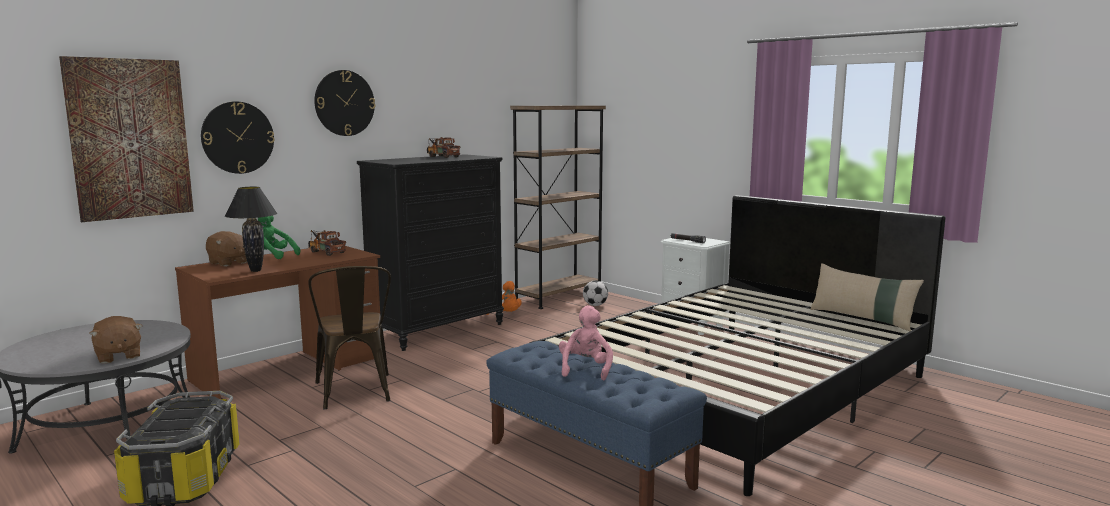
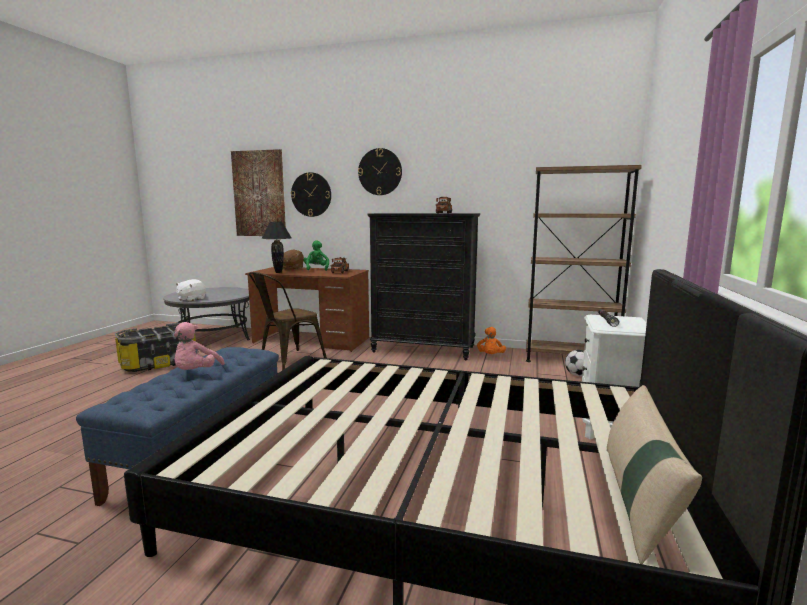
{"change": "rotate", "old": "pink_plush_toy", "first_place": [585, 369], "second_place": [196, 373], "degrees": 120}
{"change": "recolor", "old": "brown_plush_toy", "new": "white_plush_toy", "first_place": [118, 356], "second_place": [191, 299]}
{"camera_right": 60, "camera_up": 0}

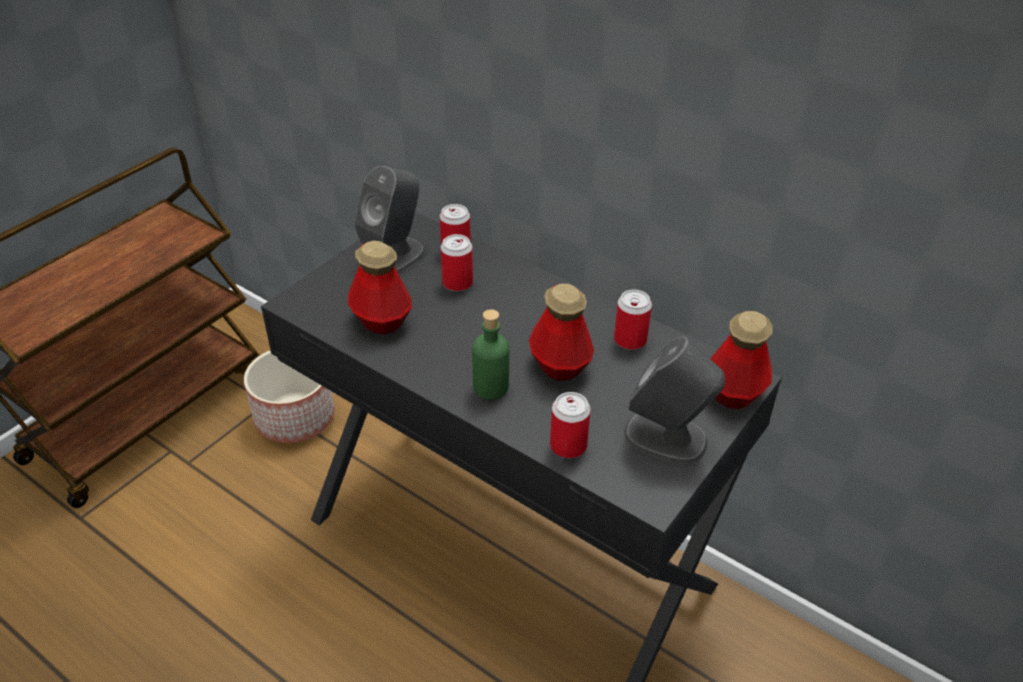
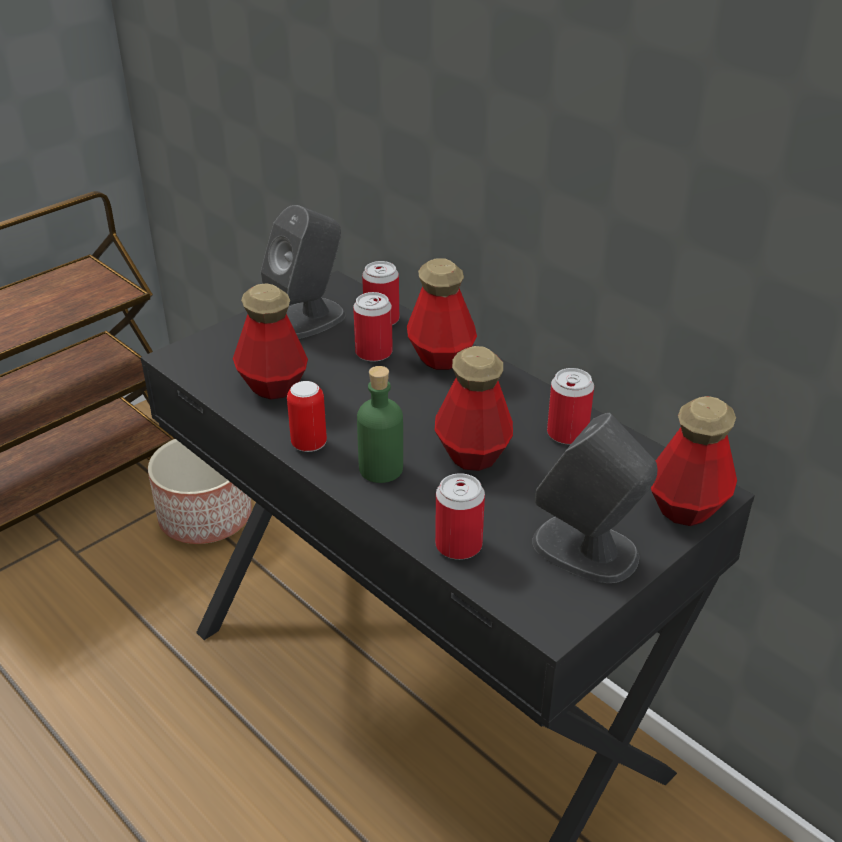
{"change": "insert", "new": "bottle", "second_place": [441, 357]}
{"change": "insert", "new": "can", "second_place": [309, 444]}
{"camera_right": 10, "camera_up": -5}

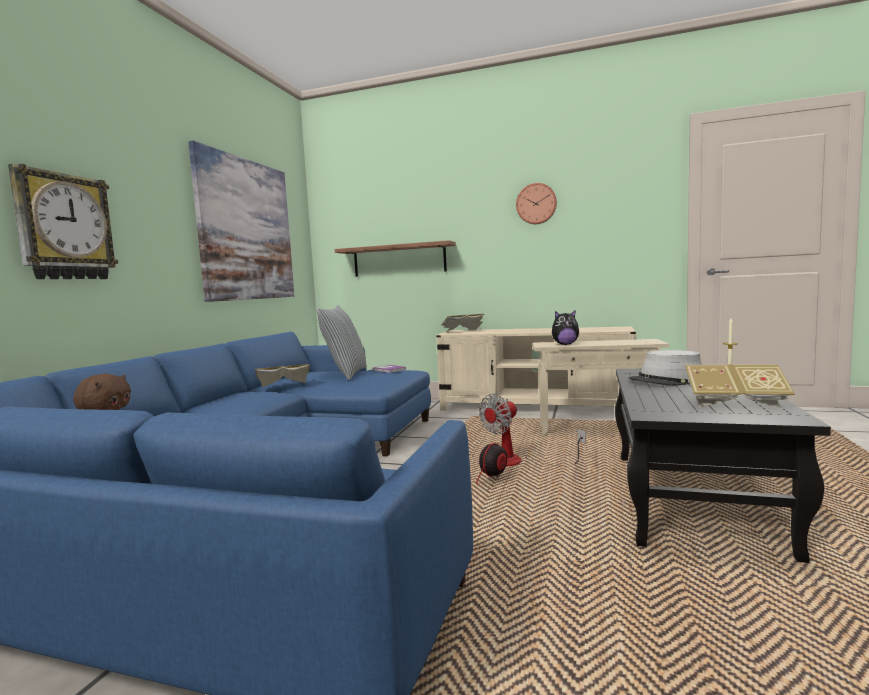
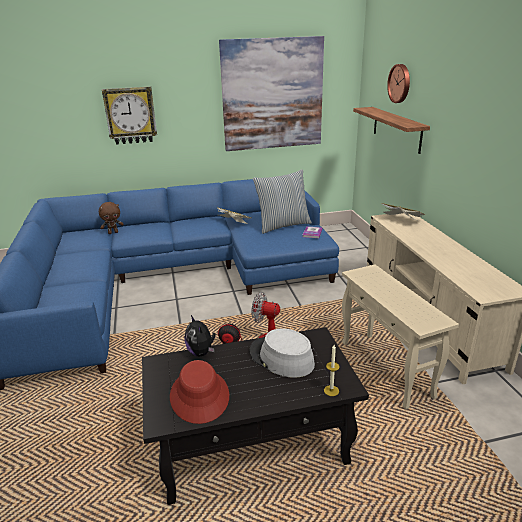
{"change": "move", "old": "wall_clock", "first_place": [536, 204], "second_place": [400, 83]}
{"change": "move", "old": "plush_toy", "first_place": [565, 344], "second_place": [201, 352]}
{"change": "replace", "old": "book", "new": "red_hat", "first_place": [734, 404], "second_place": [200, 396]}
{"camera_right": 60, "camera_up": 20}

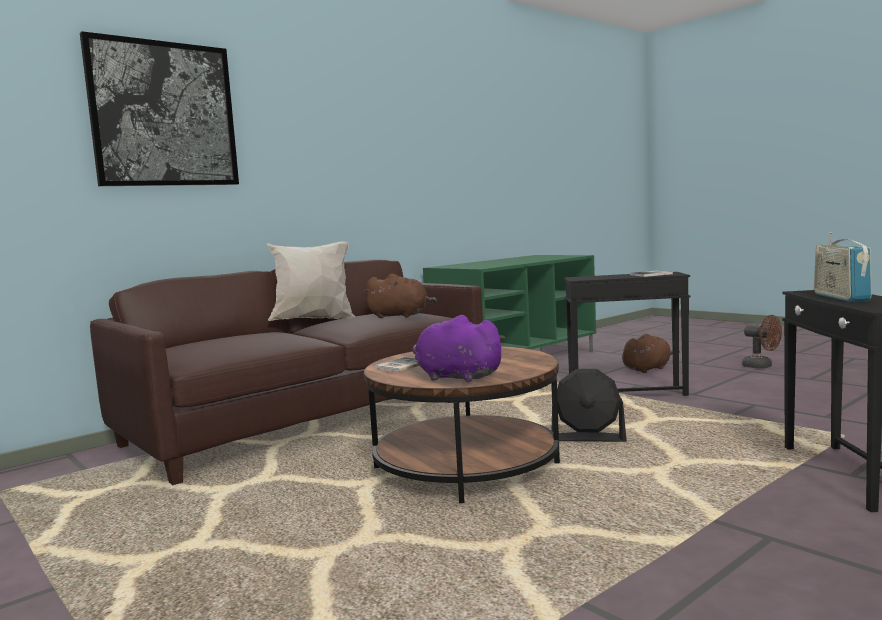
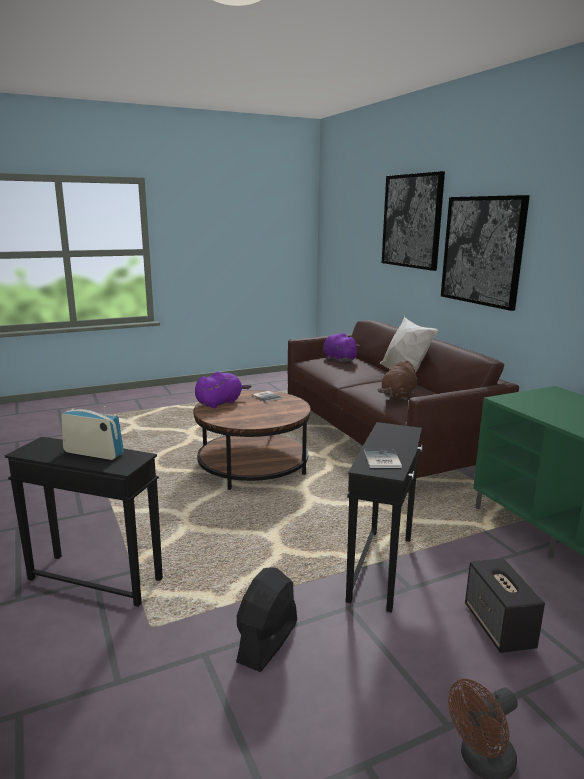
{"change": "replace", "old": "brown_plush_toy", "new": "speaker", "first_place": [647, 369], "second_place": [499, 627]}
{"change": "move", "old": "black_fan", "first_place": [588, 439], "second_place": [267, 642]}
{"change": "insert", "new": "picture", "second_place": [482, 250]}
{"change": "insert", "new": "purple_plush_toy", "second_place": [338, 359]}
{"camera_right": 105, "camera_up": 10}

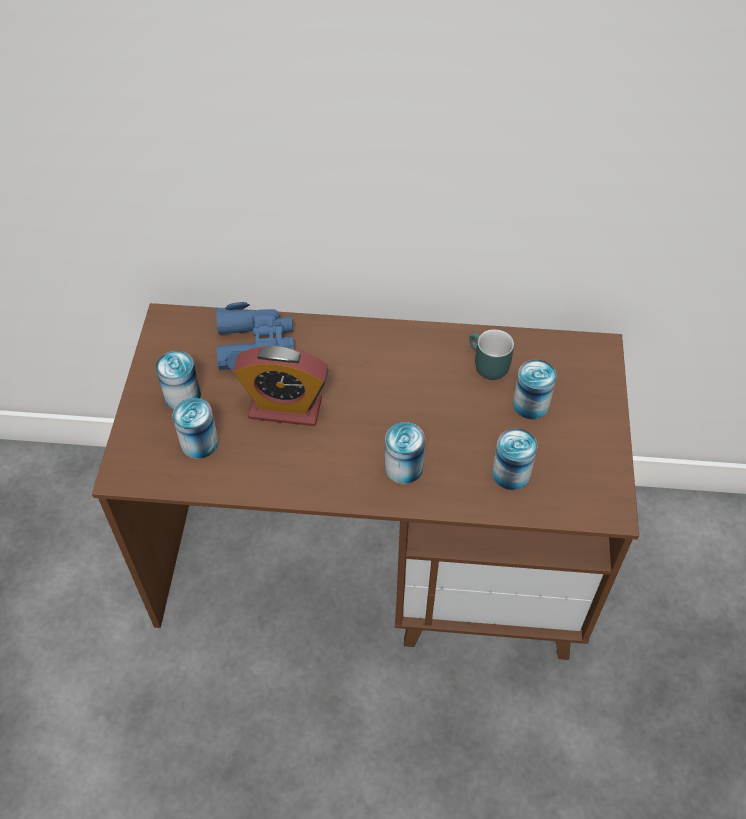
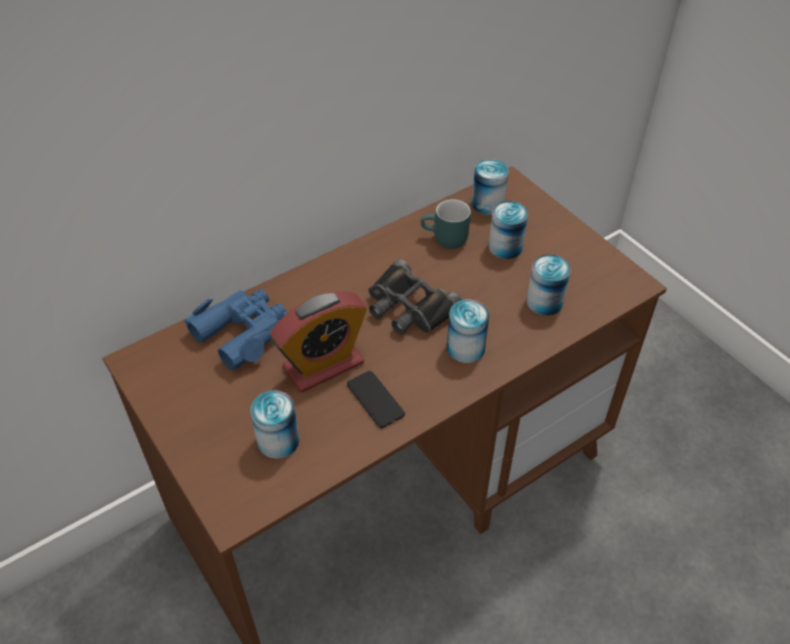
{"change": "move", "old": "can", "first_place": [182, 395], "second_place": [487, 204]}
{"change": "insert", "new": "black_binoculars", "second_place": [409, 307]}
{"change": "insert", "new": "phone", "second_place": [375, 399]}
{"camera_right": -40, "camera_up": -5}

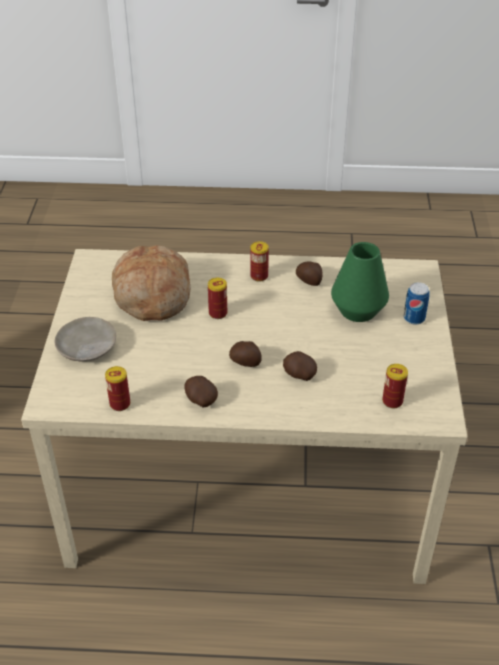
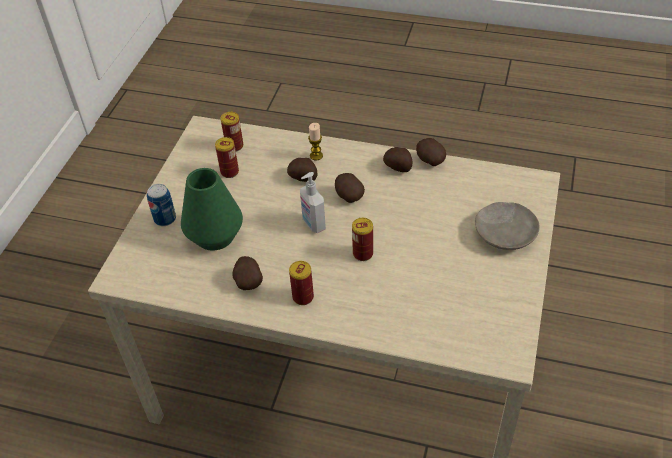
{"change": "delete", "old": "bread", "first_place": [151, 295]}
{"change": "move", "old": "can", "first_place": [120, 404], "second_place": [229, 172]}
{"change": "insert", "new": "candle", "second_place": [316, 156]}
{"change": "insert", "new": "potato", "second_place": [429, 160]}
{"change": "insert", "new": "soap_dispenser", "second_place": [313, 224]}
{"camera_right": -165, "camera_up": 5}

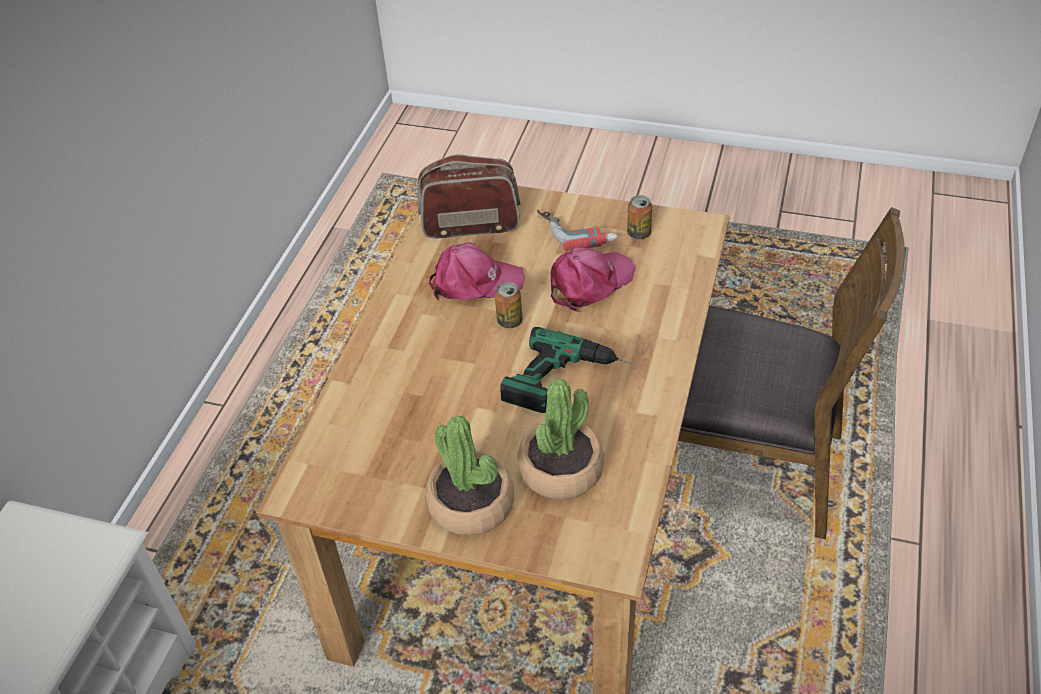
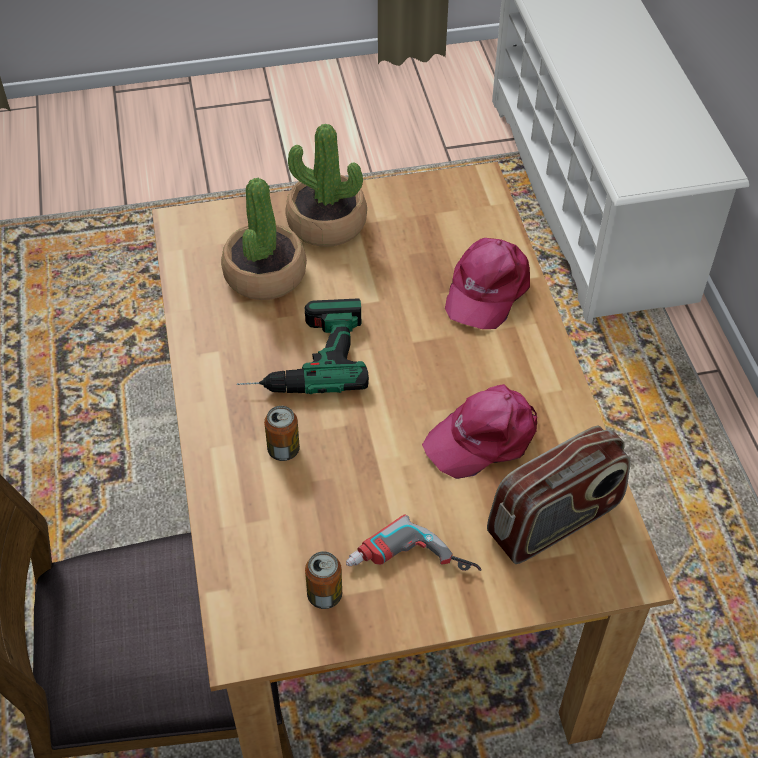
{"change": "move", "old": "pink_cap", "first_place": [589, 283], "second_place": [486, 289]}
{"change": "move", "old": "can", "first_place": [509, 321], "second_place": [283, 450]}
{"camera_right": 150, "camera_up": 5}

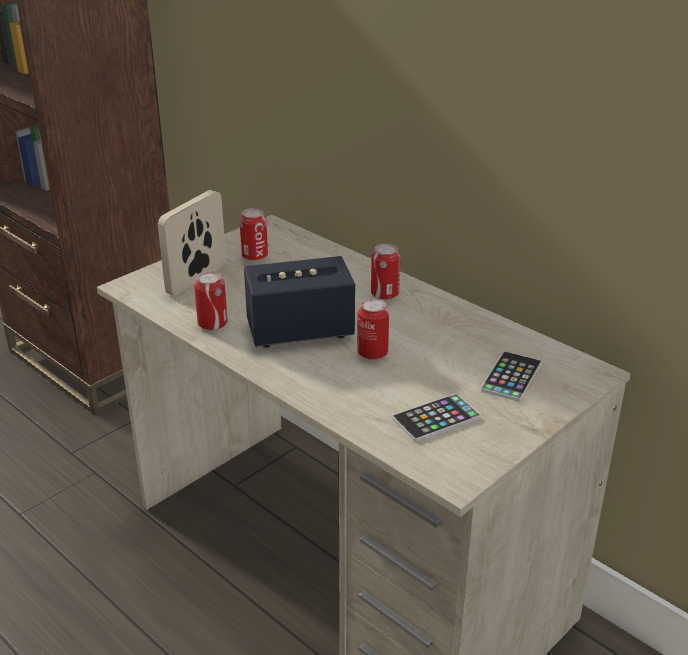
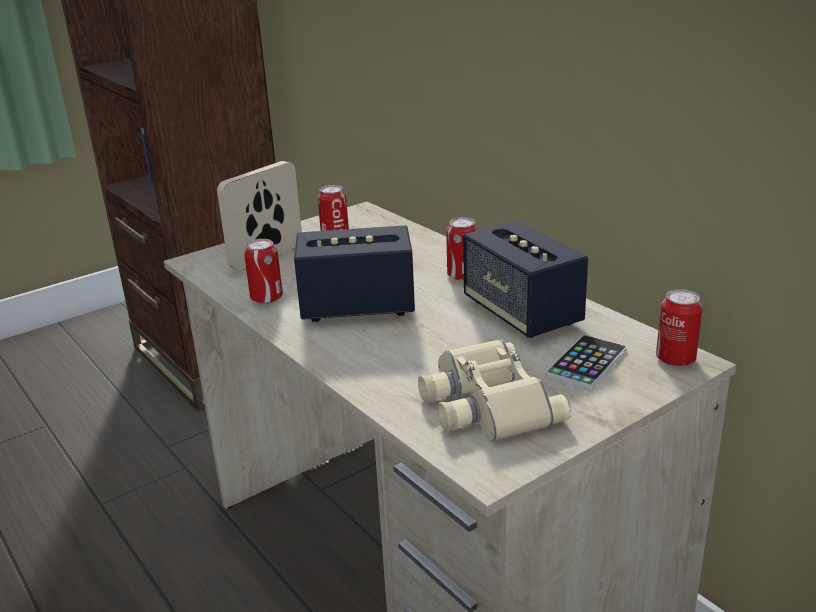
{"change": "move", "old": "can", "first_place": [372, 353], "second_place": [675, 359]}
{"change": "replace", "old": "phone", "new": "beige_binoculars", "first_place": [436, 418], "second_place": [484, 402]}
{"change": "insert", "new": "speaker", "second_place": [522, 313]}
{"camera_right": 10, "camera_up": -5}

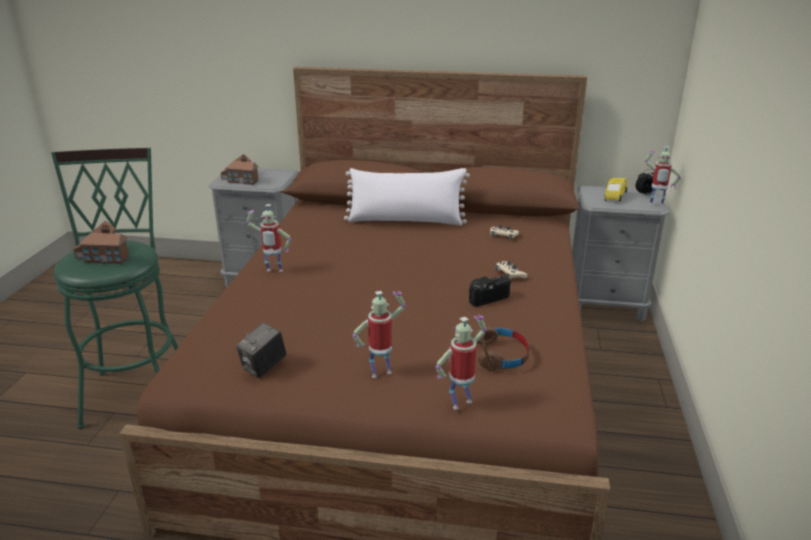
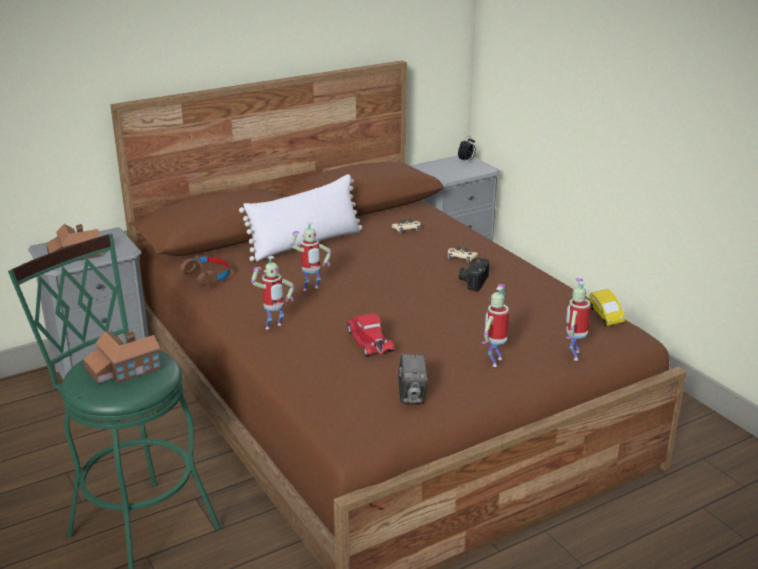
{"change": "move", "old": "toy_robot", "first_place": [655, 205], "second_place": [311, 290]}
{"change": "move", "old": "yellow_toy_car", "first_place": [614, 197], "second_place": [605, 317]}
{"change": "move", "old": "brown_headphones", "first_place": [501, 355], "second_place": [207, 276]}
{"change": "insert", "new": "red_toy_car", "second_place": [369, 340]}
{"camera_right": -40, "camera_up": 0}

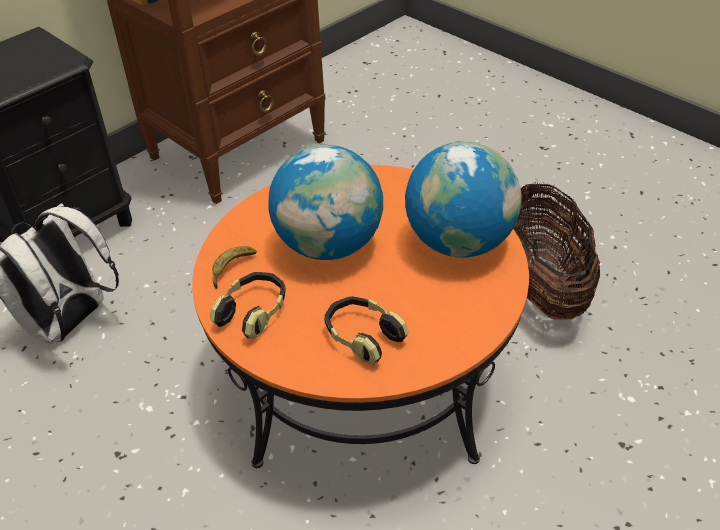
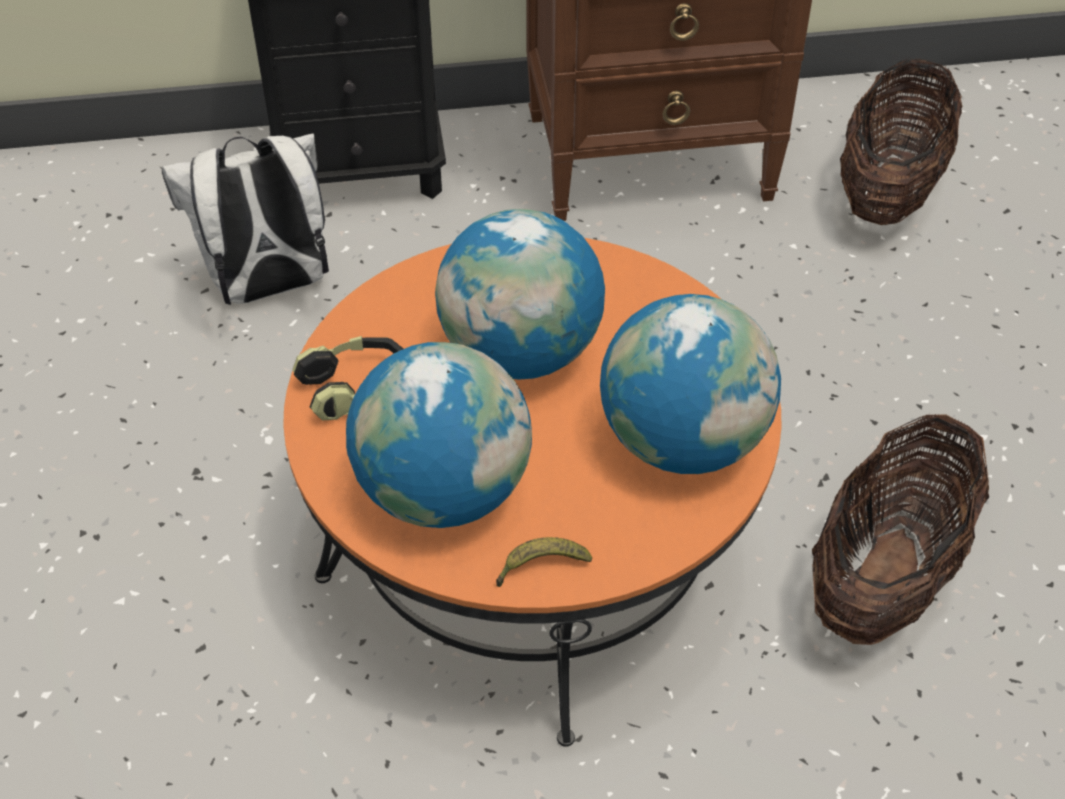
{"change": "move", "old": "banana", "first_place": [231, 269], "second_place": [540, 567]}
{"change": "replace", "old": "headphones", "new": "globe", "first_place": [363, 337], "second_place": [444, 492]}
{"change": "insert", "new": "basket", "second_place": [888, 191]}
{"camera_right": 35, "camera_up": 5}

